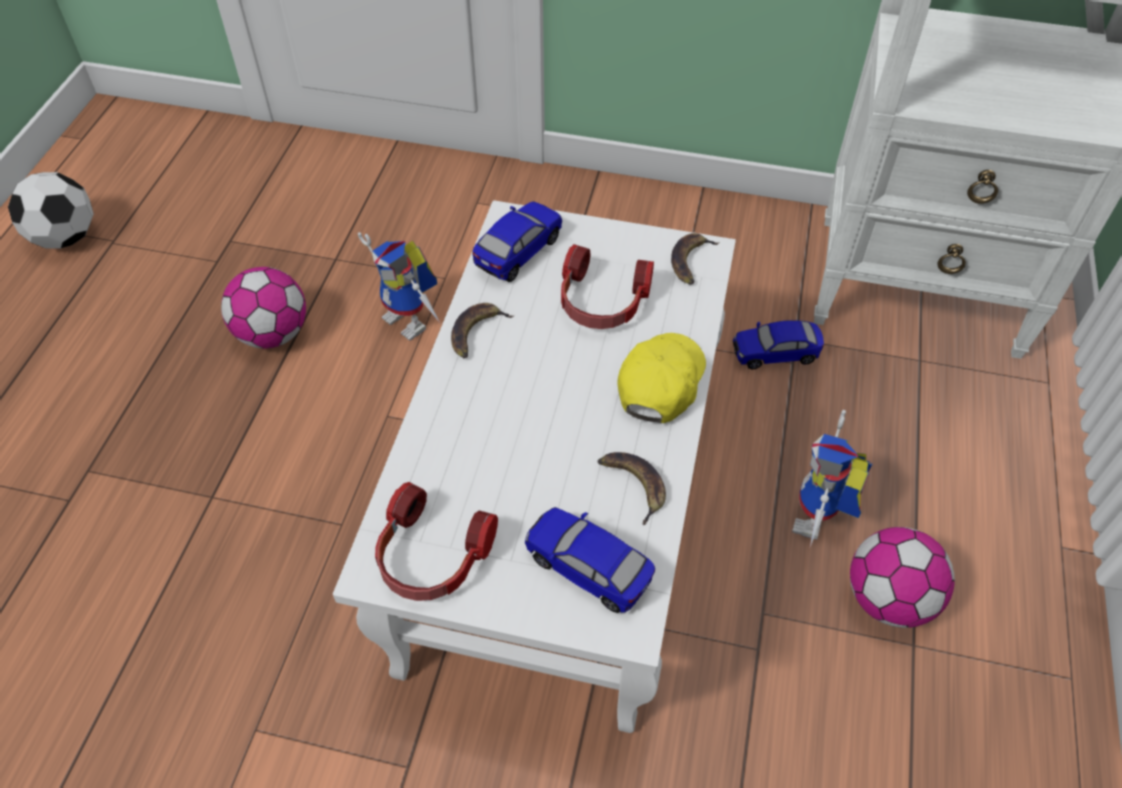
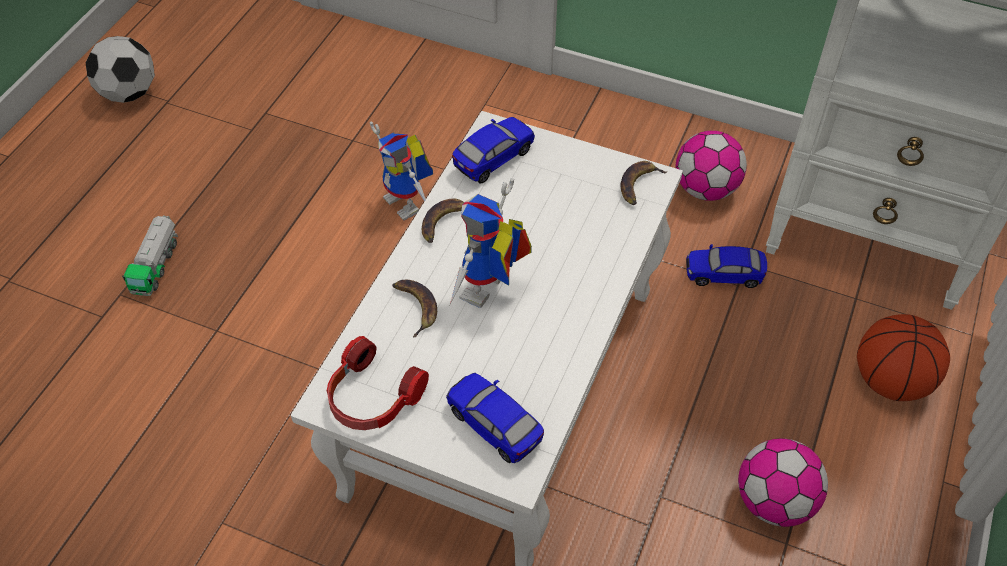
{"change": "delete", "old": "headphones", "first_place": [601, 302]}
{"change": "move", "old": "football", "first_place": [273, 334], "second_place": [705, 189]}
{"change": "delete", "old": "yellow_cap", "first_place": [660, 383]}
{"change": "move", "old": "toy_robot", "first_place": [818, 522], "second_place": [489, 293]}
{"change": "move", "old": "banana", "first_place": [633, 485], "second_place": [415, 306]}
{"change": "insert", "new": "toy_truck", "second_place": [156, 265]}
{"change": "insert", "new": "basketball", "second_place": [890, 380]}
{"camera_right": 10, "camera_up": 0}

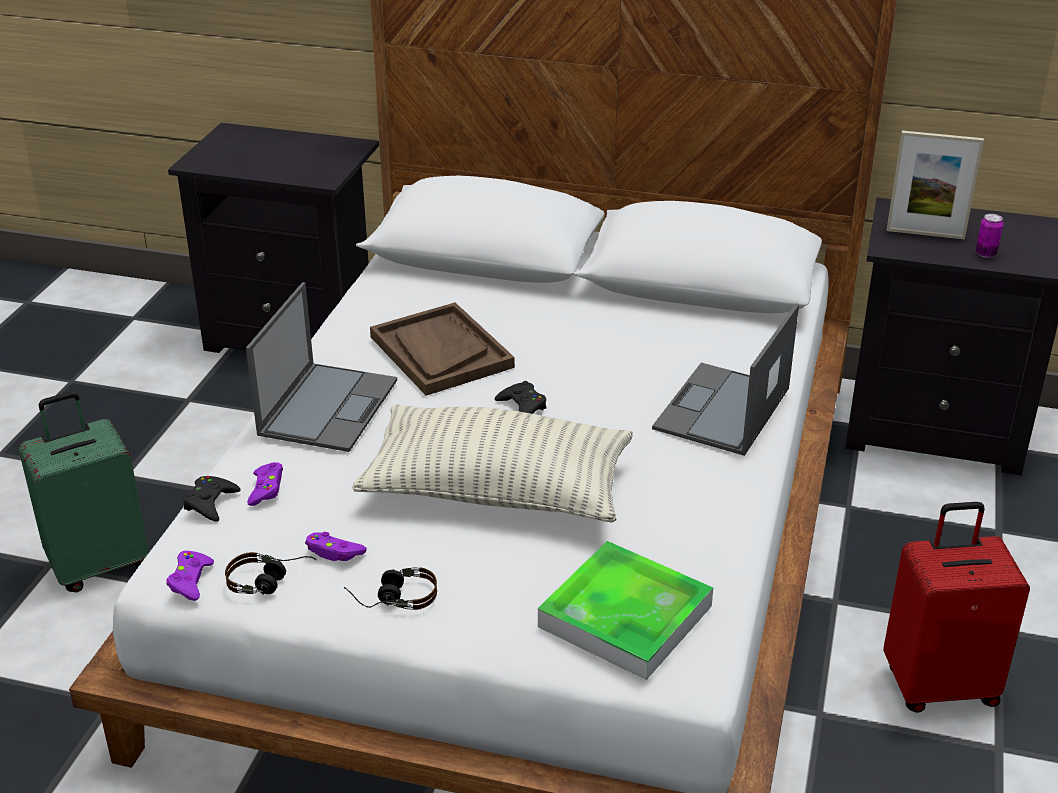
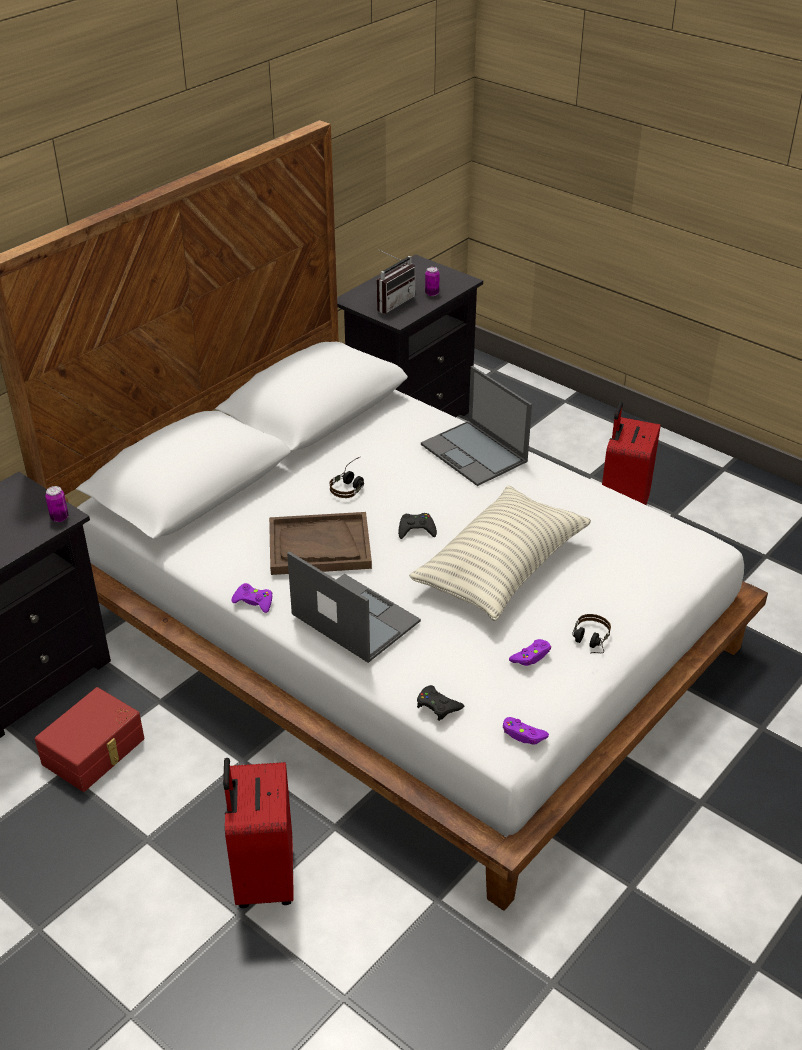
{"change": "replace", "old": "picture_frame", "new": "radio", "first_place": [925, 234], "second_place": [392, 302]}
{"change": "recolor", "old": "green_suitcase", "new": "red_suitcase", "first_place": [100, 564], "second_place": [262, 878]}
{"change": "move", "old": "purple_game_controller", "first_place": [266, 489], "second_place": [254, 601]}
{"change": "delete", "old": "tray", "first_place": [625, 616]}
{"change": "move", "old": "headphones", "first_place": [271, 582], "second_place": [351, 485]}
{"change": "insert", "new": "can", "second_place": [59, 518]}
{"change": "insert", "new": "red_storage_box", "second_place": [95, 752]}
{"camera_right": -65, "camera_up": 5}

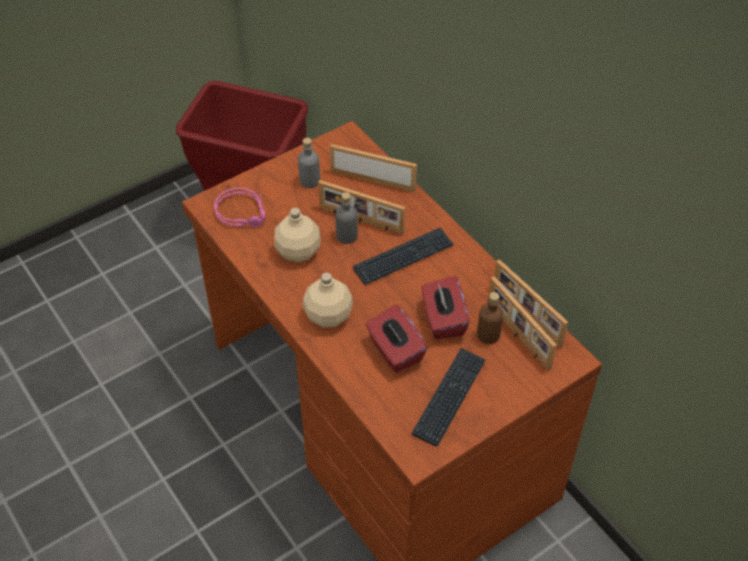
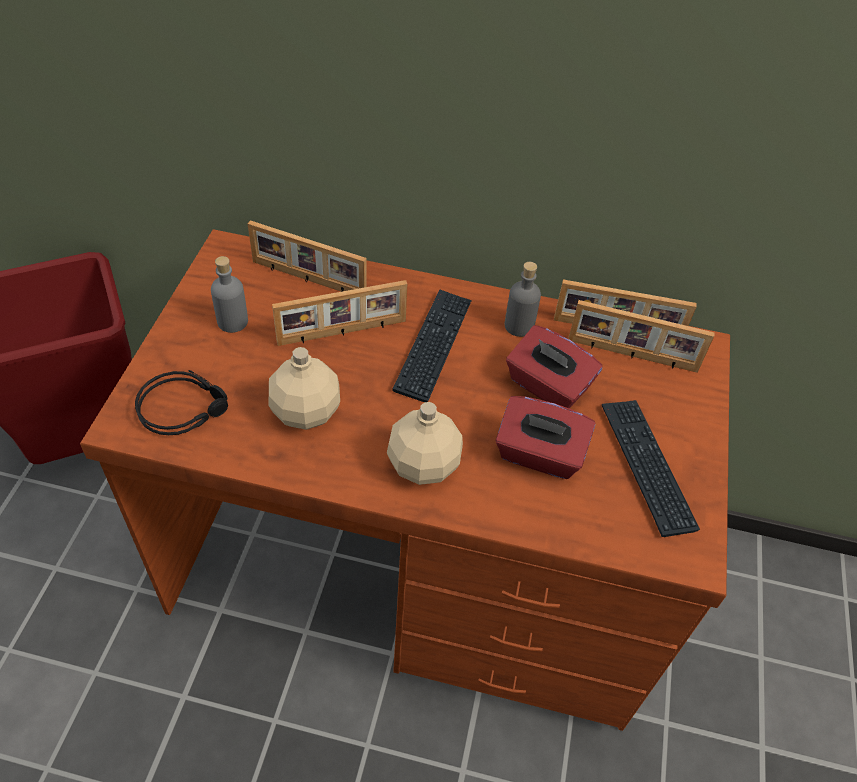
{"change": "rotate", "old": "picture_frame", "first_place": [373, 179], "second_place": [308, 280], "degrees": -135}
{"change": "recolor", "old": "pink_headphones", "new": "black_headphones", "first_place": [243, 212], "second_place": [184, 407]}
{"change": "move", "old": "grey_bottle", "first_place": [347, 236], "second_place": [519, 326]}
{"change": "delete", "old": "brown_bottle", "first_place": [488, 334]}
{"camera_right": -45, "camera_up": 0}

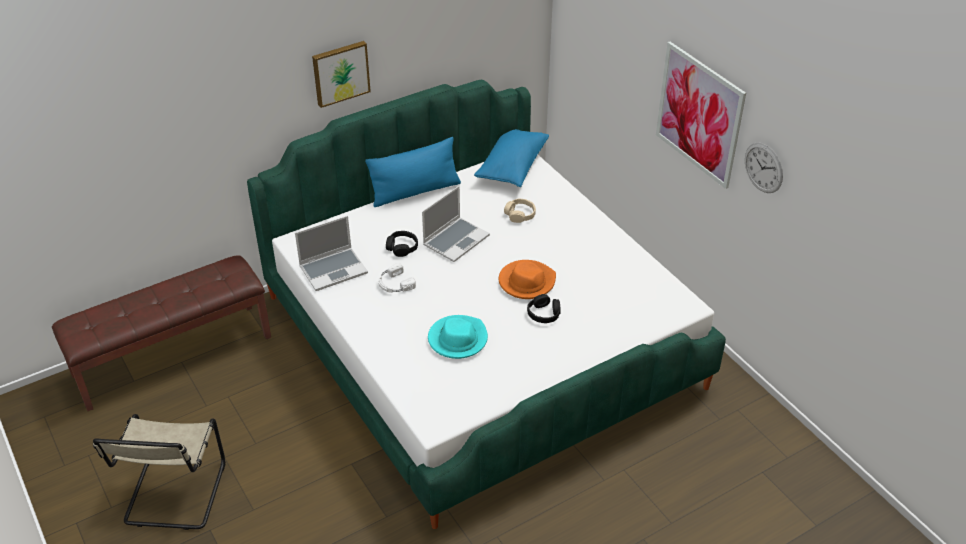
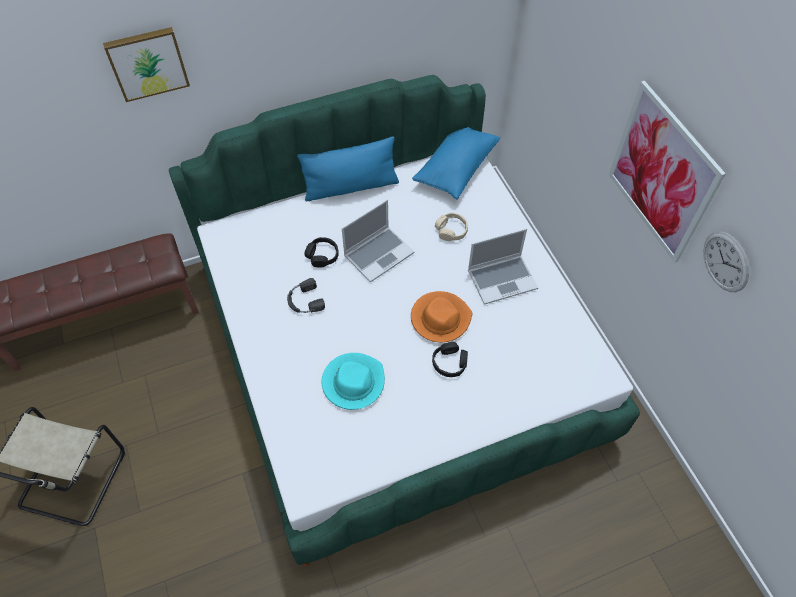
{"change": "move", "old": "picture", "first_place": [340, 72], "second_place": [147, 63]}
{"change": "move", "old": "laptop", "first_place": [334, 269], "second_place": [502, 279]}
{"change": "recolor", "old": "white_headphones", "new": "black_headphones", "first_place": [394, 284], "second_place": [304, 301]}
{"camera_right": 10, "camera_up": 15}

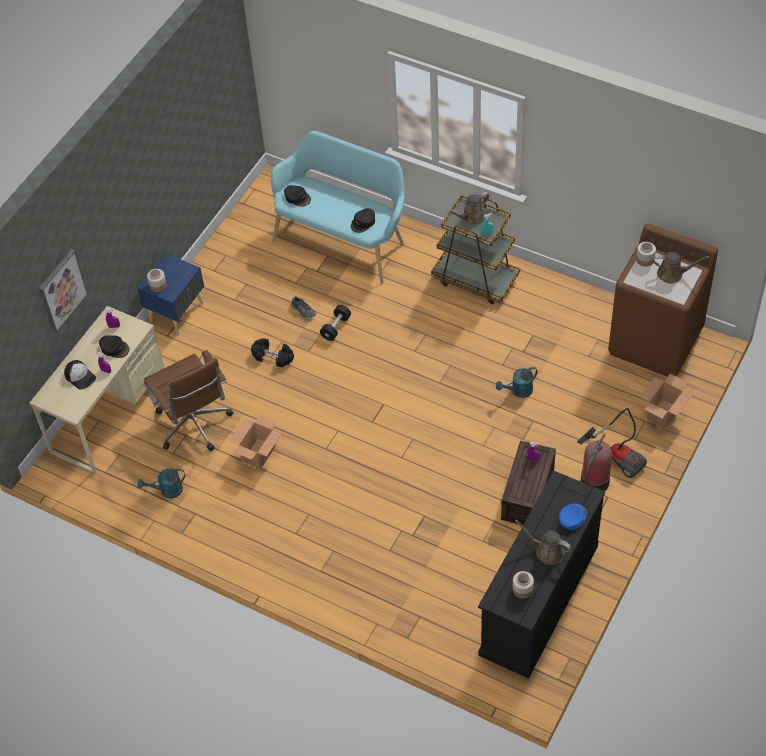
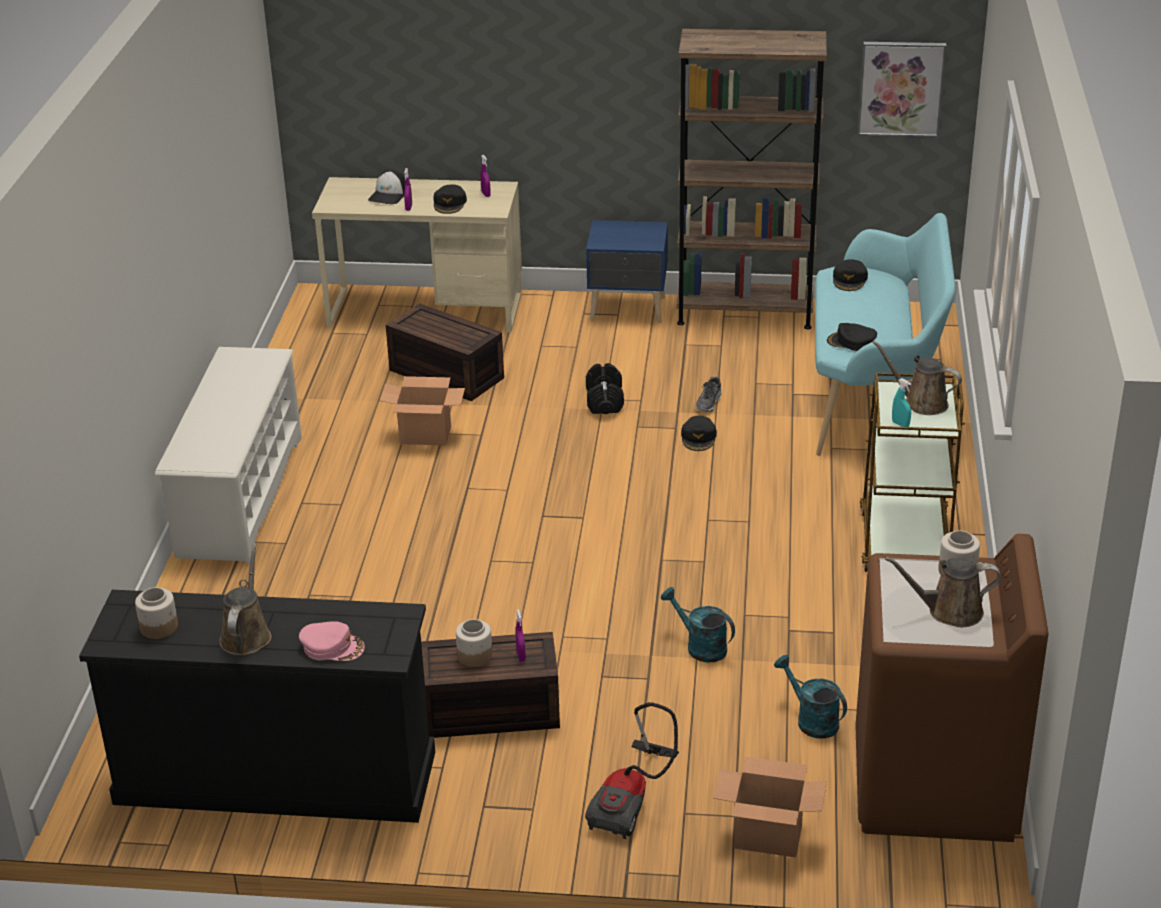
{"change": "move", "old": "picture", "first_place": [62, 290], "second_place": [901, 88]}
{"change": "rotate", "old": "brown_watering_can", "first_place": [672, 274], "second_place": [949, 611], "degrees": 105}
{"change": "move", "old": "jar", "first_place": [158, 285], "second_place": [474, 656]}
{"change": "replace", "old": "black_dumbbell", "new": "black_cap", "first_place": [336, 327], "second_place": [699, 438]}
{"change": "replace", "old": "brown_office_chair", "new": "brown_storage_box", "first_place": [195, 426], "second_place": [444, 374]}
{"change": "delete", "old": "fire_extinguisher", "first_place": [593, 483]}
{"change": "move", "old": "turquoise_watering_can", "first_place": [167, 490], "second_place": [811, 720]}
{"change": "recolor", "old": "blue_cap", "new": "pink_cap", "first_place": [572, 517], "second_place": [332, 647]}
{"change": "insert", "new": "brown_bookcase", "second_place": [744, 312]}
{"change": "insert", "new": "white_shoe_rack", "second_place": [240, 495]}
{"camera_right": 65, "camera_up": -20}

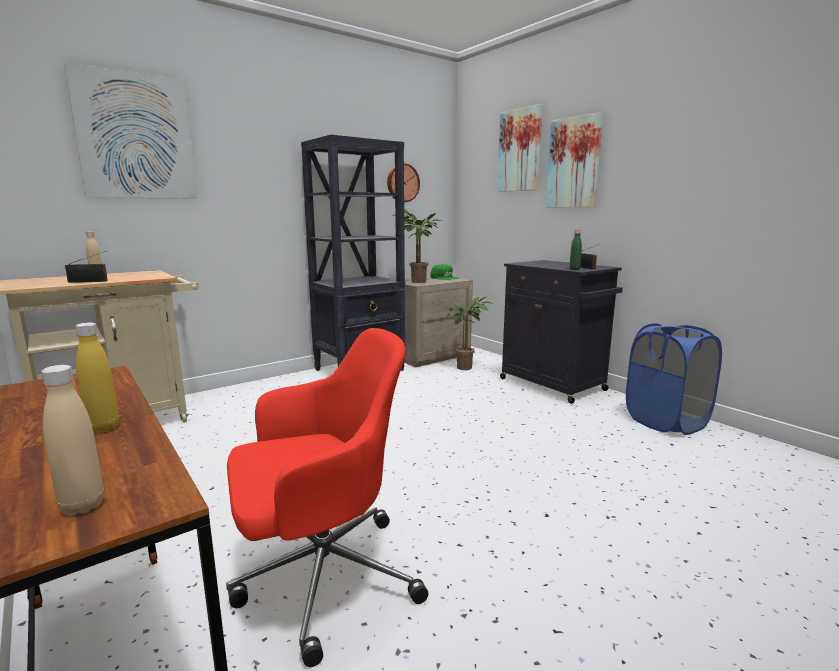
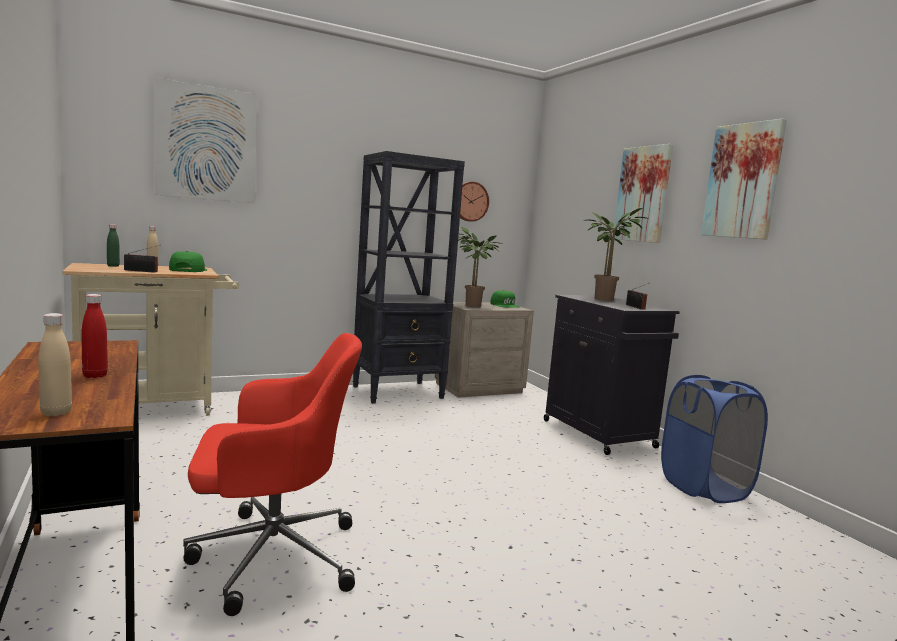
{"change": "move", "old": "picture", "first_place": [520, 150], "second_place": [743, 181]}
{"change": "move", "old": "green_bottle", "first_place": [574, 269], "second_place": [113, 266]}
{"change": "move", "old": "potted_plant", "first_place": [466, 367], "second_place": [606, 299]}
{"change": "recolor", "old": "yellow_bottle", "new": "red_bottle", "first_place": [103, 428], "second_place": [95, 376]}
{"change": "insert", "new": "green_cap", "second_place": [187, 270]}
{"camera_right": 10, "camera_up": -5}

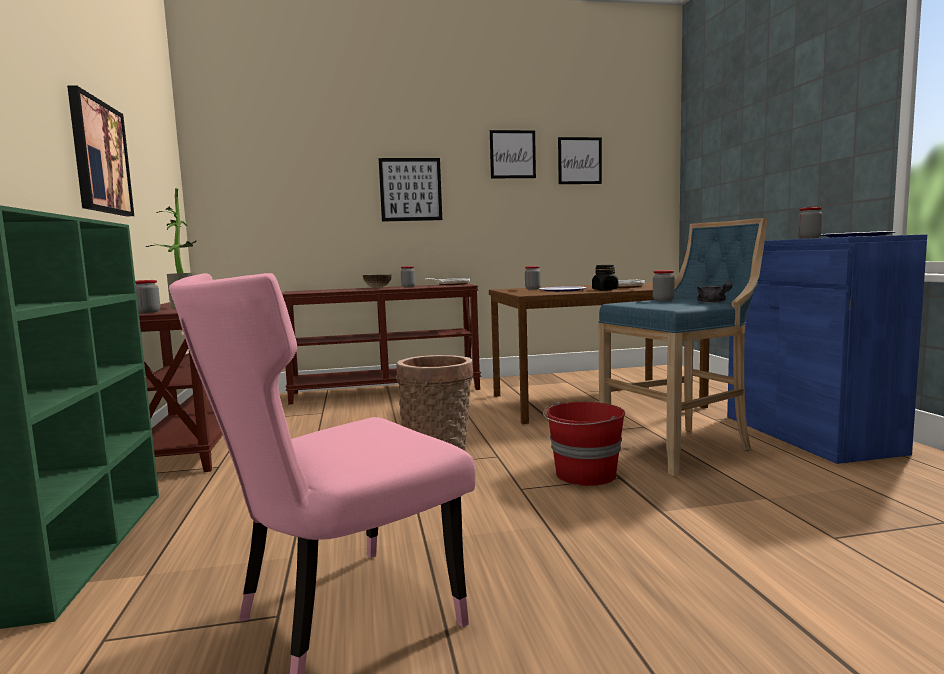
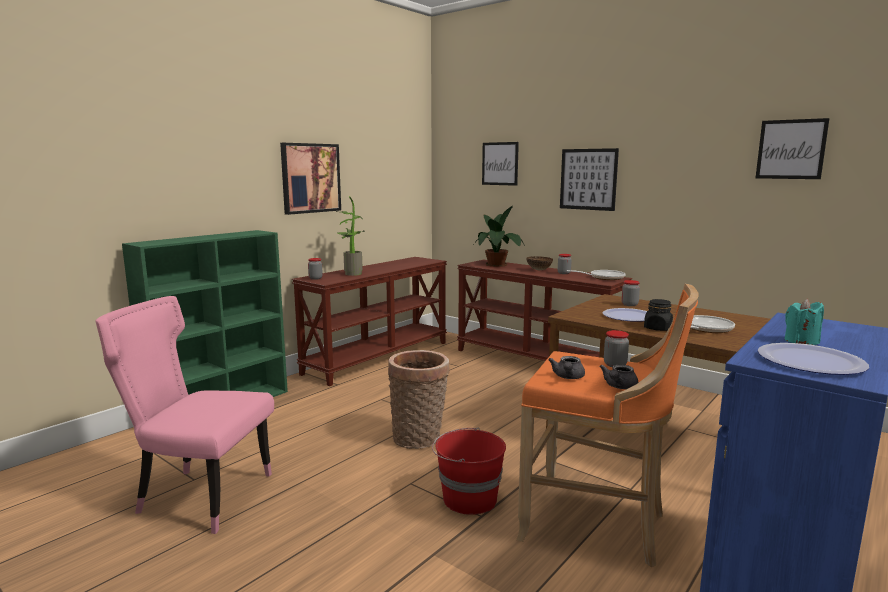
{"change": "move", "old": "picture", "first_place": [512, 154], "second_place": [500, 163]}
{"change": "replace", "old": "jar", "new": "turquoise_candle", "first_place": [809, 238], "second_place": [801, 341]}
{"change": "recolor", "old": "blue_stool", "new": "orange_stool", "first_place": [681, 448], "second_place": [597, 525]}
{"change": "insert", "new": "potted_plant", "second_place": [497, 265]}
{"change": "insert", "new": "grey_teapot", "second_place": [568, 377]}
{"camera_right": 50, "camera_up": 5}

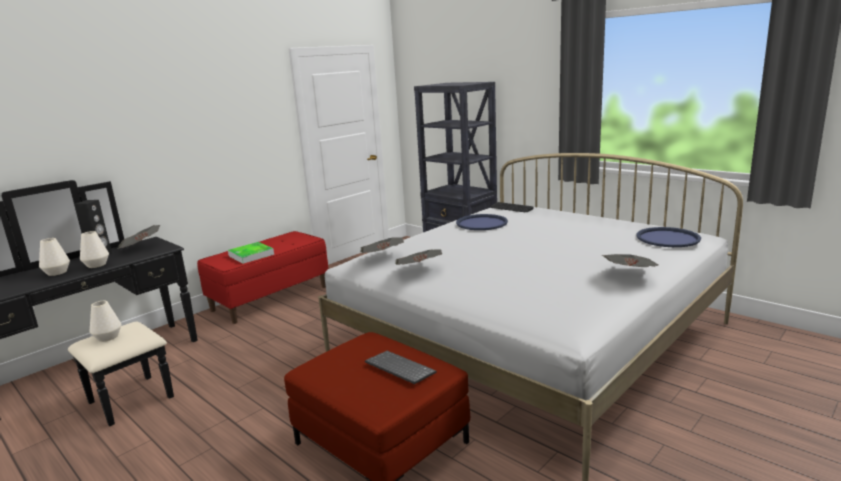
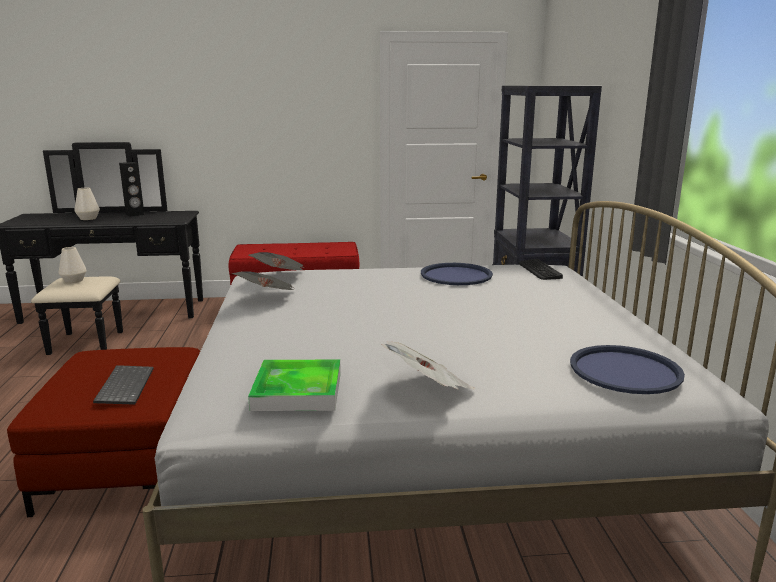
{"change": "delete", "old": "newspaper", "first_place": [141, 248]}
{"change": "delete", "old": "white_vase", "first_place": [96, 265]}
{"change": "move", "old": "tray", "first_place": [251, 255], "second_place": [297, 391]}
{"camera_right": 40, "camera_up": 0}

